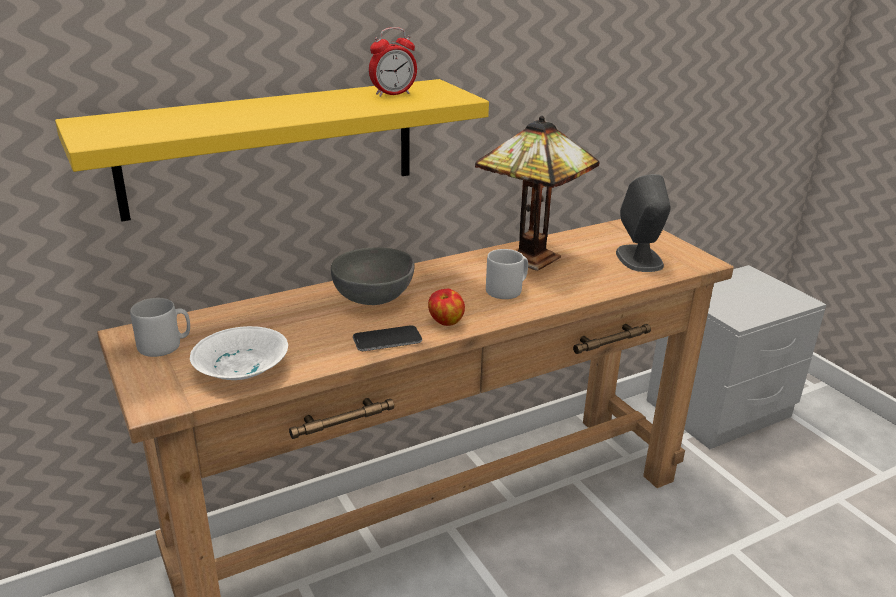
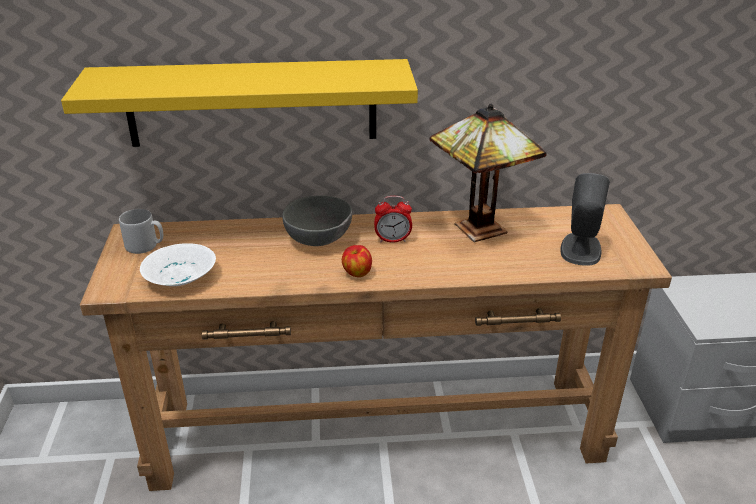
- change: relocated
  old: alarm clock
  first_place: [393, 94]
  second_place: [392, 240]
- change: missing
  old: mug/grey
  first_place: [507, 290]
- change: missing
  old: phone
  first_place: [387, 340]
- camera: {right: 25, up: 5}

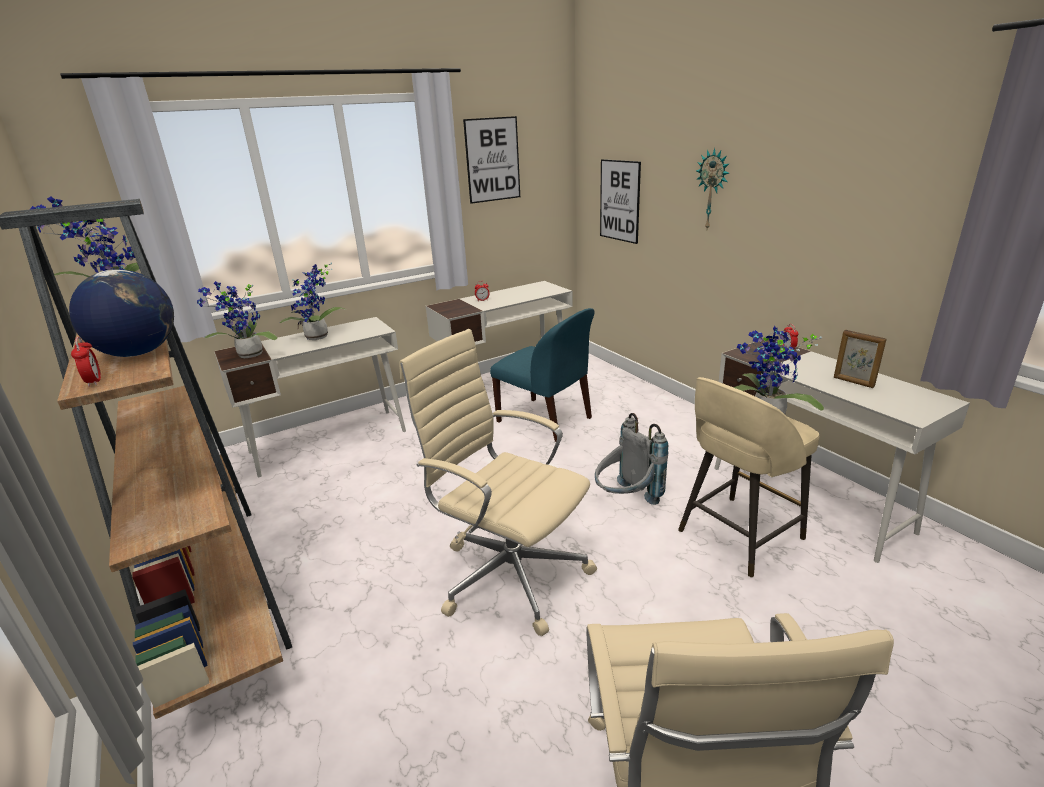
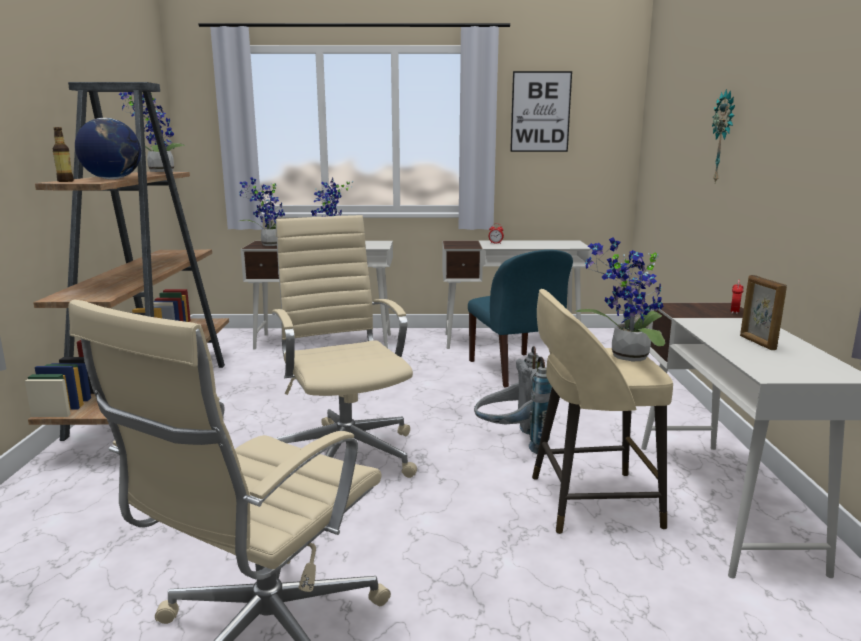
- change: missing
  old: picture
  first_place: [619, 201]
- change: exchanged
  old: alarm clock
  new: bottle
  first_place: [94, 381]
  second_place: [65, 181]
- camera: {right: 30, up: -10}

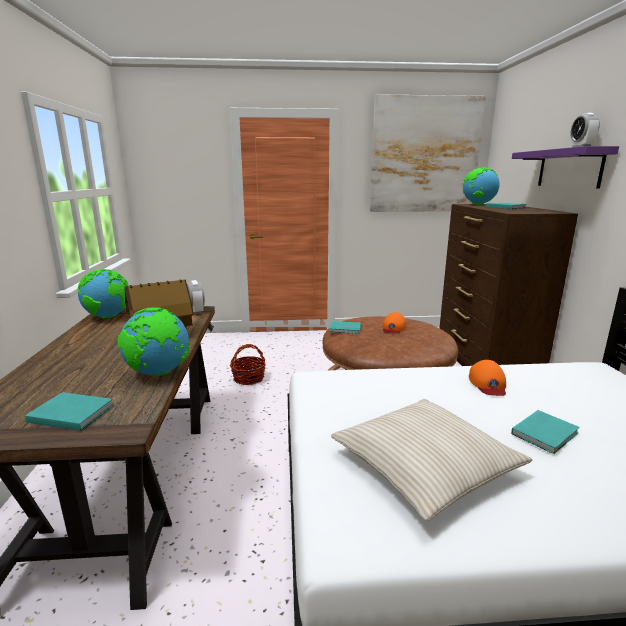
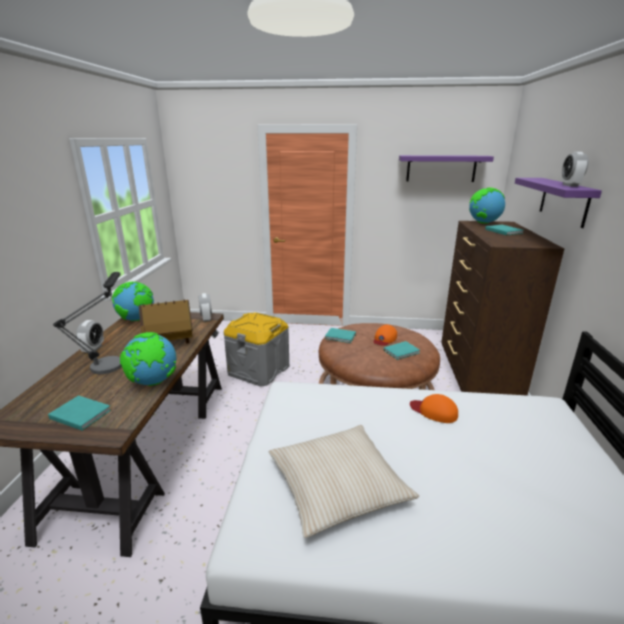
- change: exchanged
  old: picture
  new: shelf/purple
  first_place: [425, 155]
  second_place: [441, 168]
- change: exchanged
  old: basket
  new: storage box/grey
  first_place: [249, 378]
  second_place: [259, 370]
- change: spun
  old: cap/orange
  first_place: [488, 383]
  second_place: [434, 411]
  degrees: 105
- change: relocated
  old: book/turquoise
  first_place: [546, 433]
  second_place: [402, 351]
- change: appeared
  new: table lamp
  second_place: [111, 361]
- change: appeared
  new: alarm clock
  second_place: [93, 349]
- camera: {right: 10, up: 5}

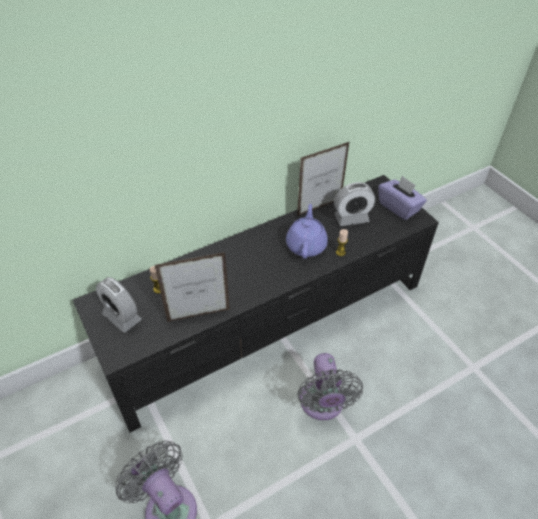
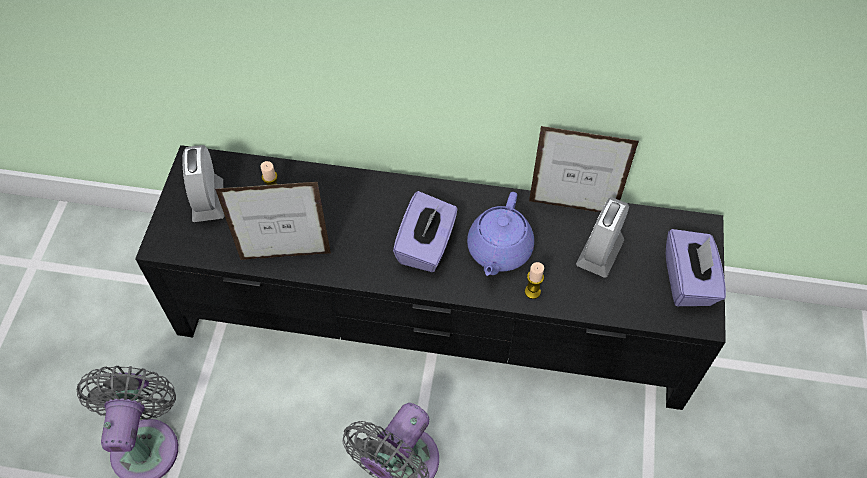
- change: spun
  old: alarm clock
  first_place: [351, 218]
  second_place: [600, 253]
  degrees: 90
- change: spun
  old: teapot/purple
  first_place: [306, 245]
  second_place: [499, 251]
  degrees: 150
- change: spun
  old: picture frame
  first_place: [199, 315]
  second_place: [285, 256]
  degrees: 150
- change: appeared
  new: tissue box/purple
  second_place: [426, 246]
- camera: {right: 40, up: 10}

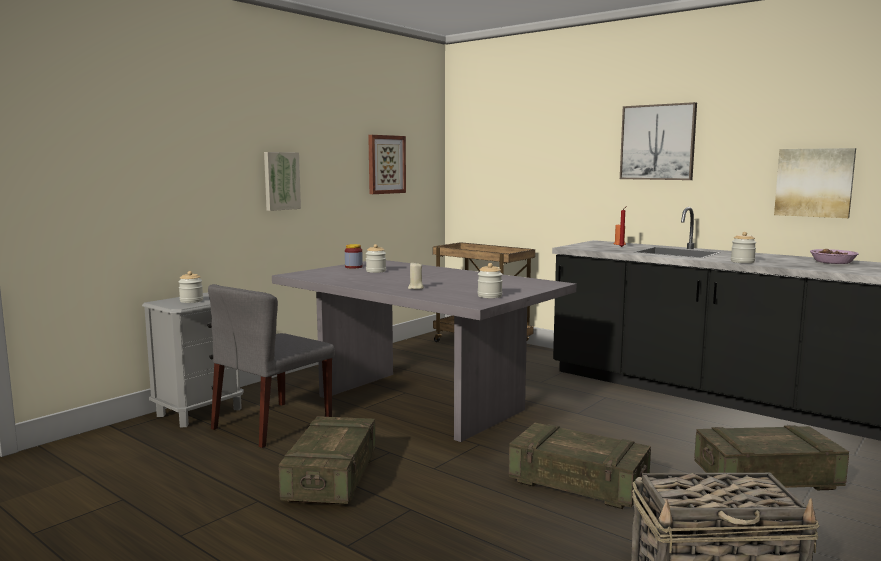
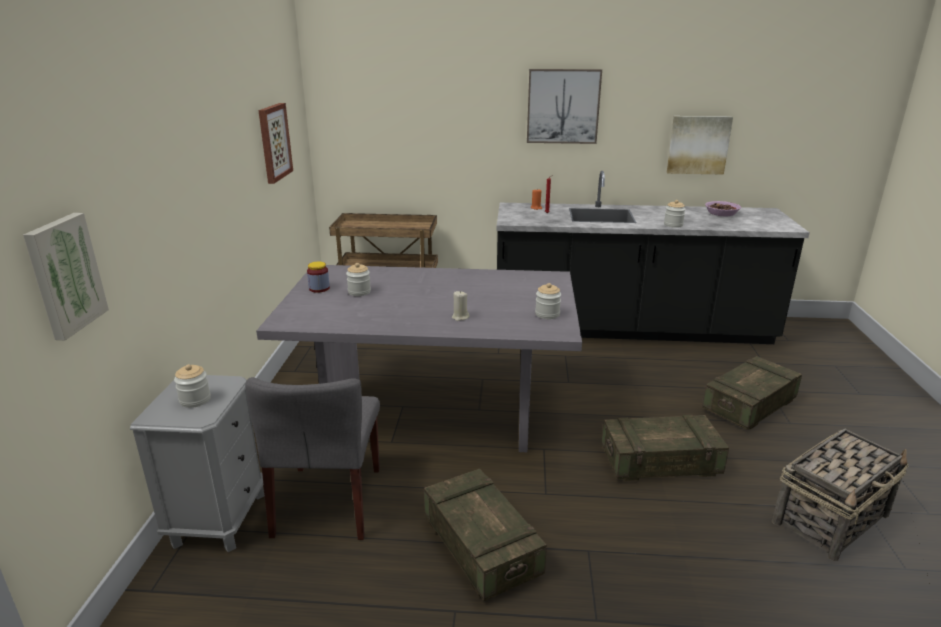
- change: relocated
  old: picture
  first_place: [281, 181]
  second_place: [64, 275]
- camera: {right: -35, up: 15}

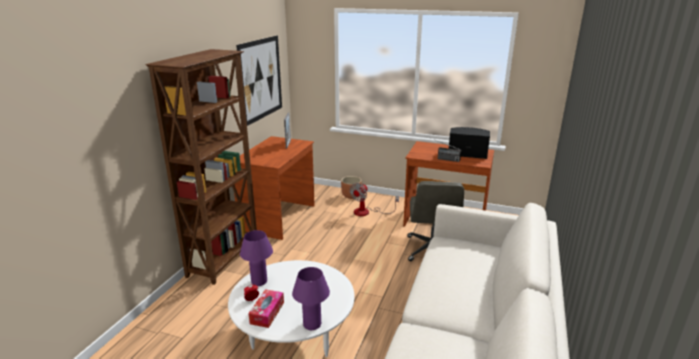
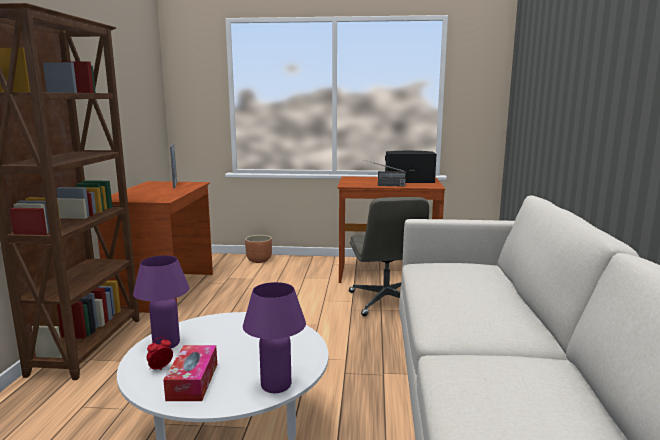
- change: missing
  old: picture
  first_place: [261, 79]
- change: missing
  old: fan
  first_place: [367, 212]
- camera: {right: -15, up: -10}

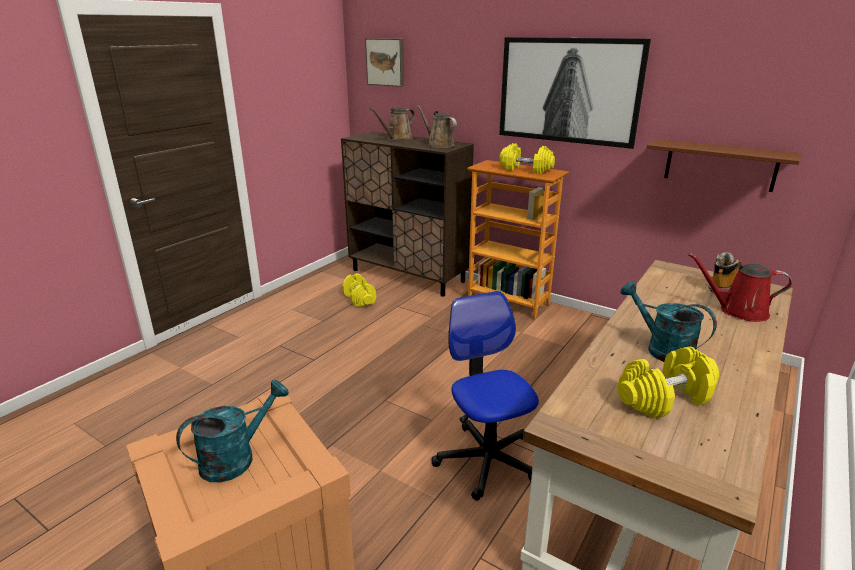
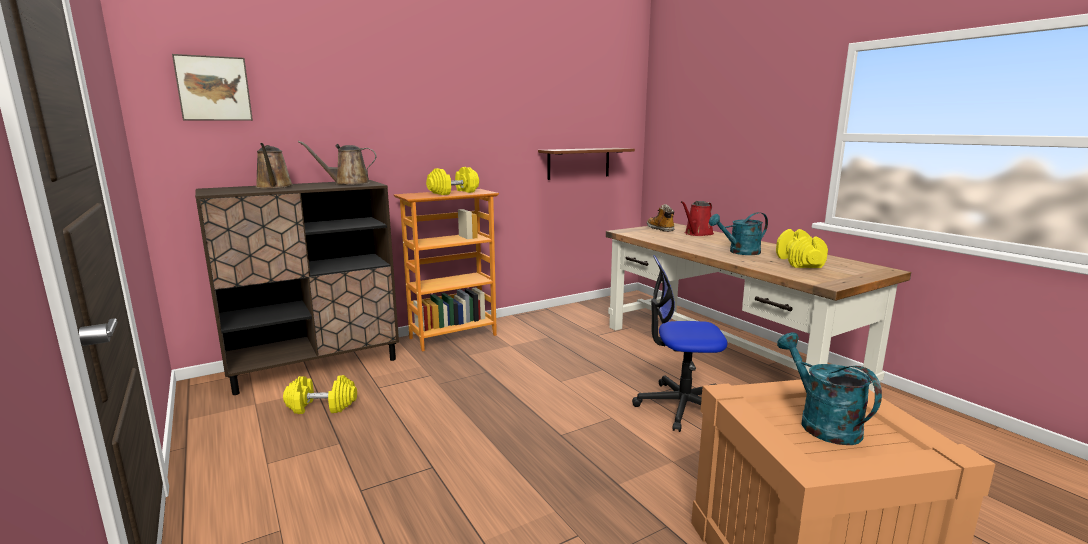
- change: missing
  old: picture
  first_place: [569, 91]
- camera: {right: -65, up: -10}

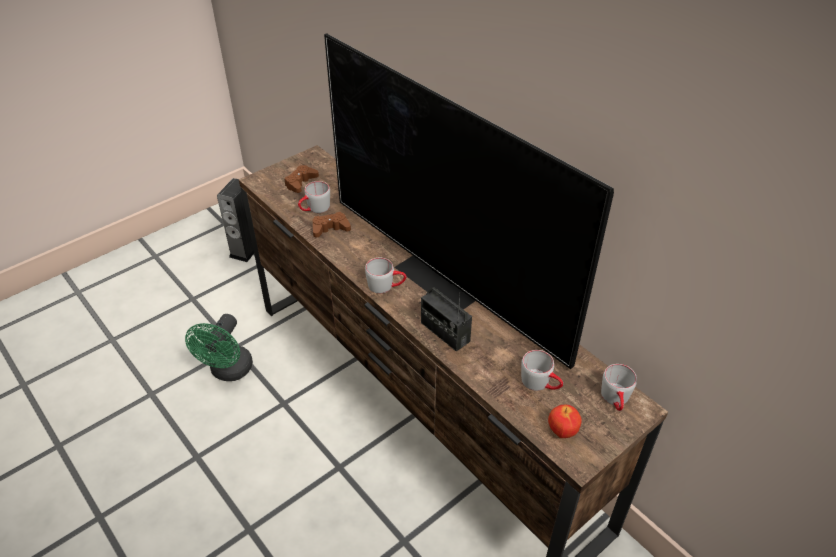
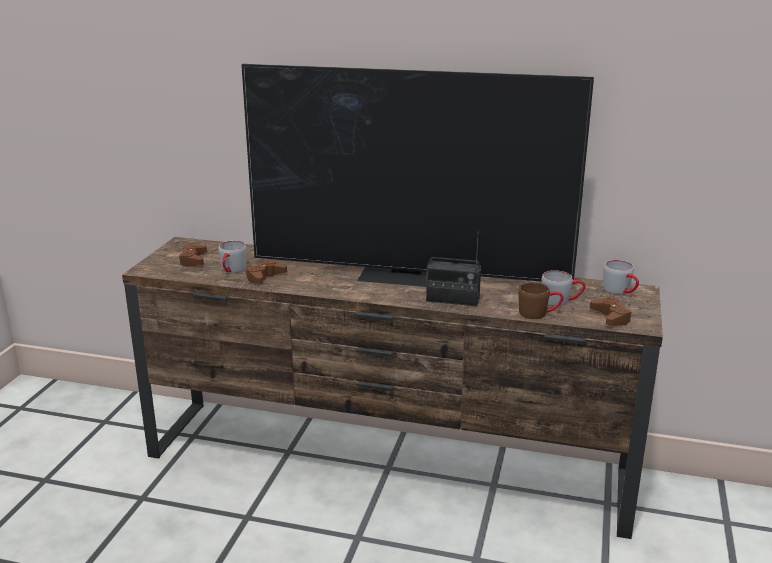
- change: missing
  old: speaker
  first_place: [245, 250]
- change: missing
  old: mug/grey
  first_place: [386, 286]
- change: missing
  old: fan/green
  first_place: [228, 372]
- change: exchanged
  old: apple
  new: game controller/brown
  first_place: [561, 431]
  second_place: [610, 317]
- change: appeared
  new: mug/brown
  second_place: [539, 313]
- camera: {right: -35, up: -20}

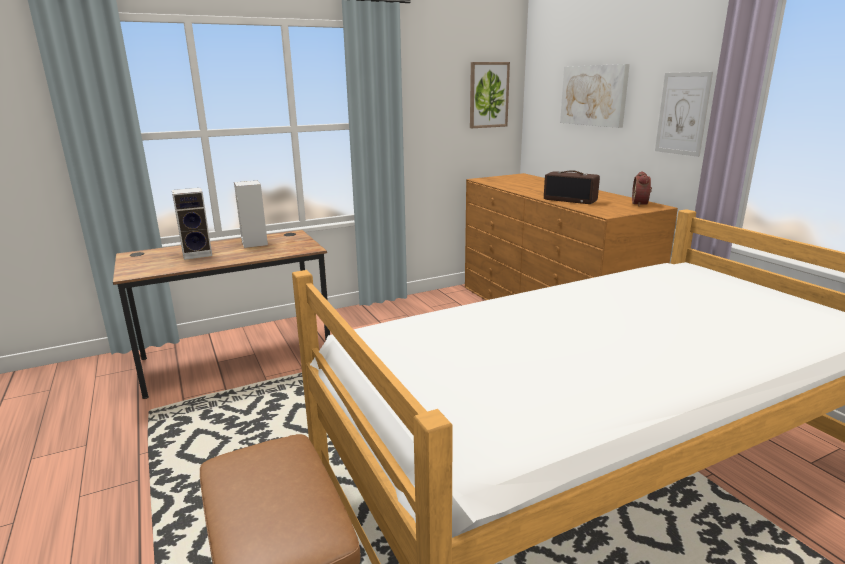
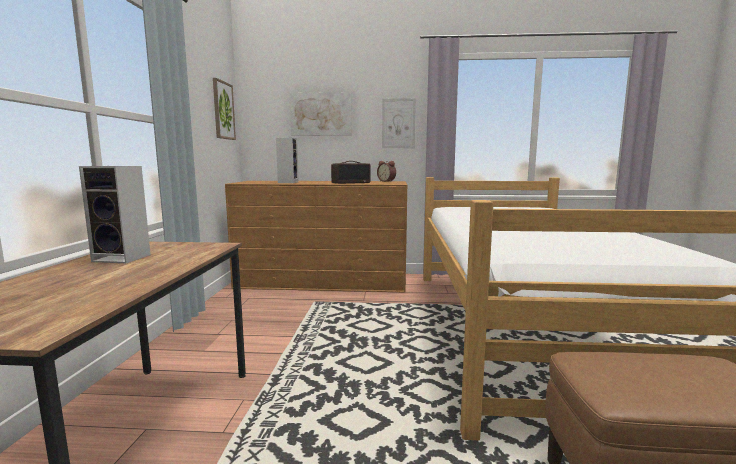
- change: relocated
  old: speaker
  first_place: [198, 254]
  second_place: [288, 182]
- camera: {right: -60, up: -10}

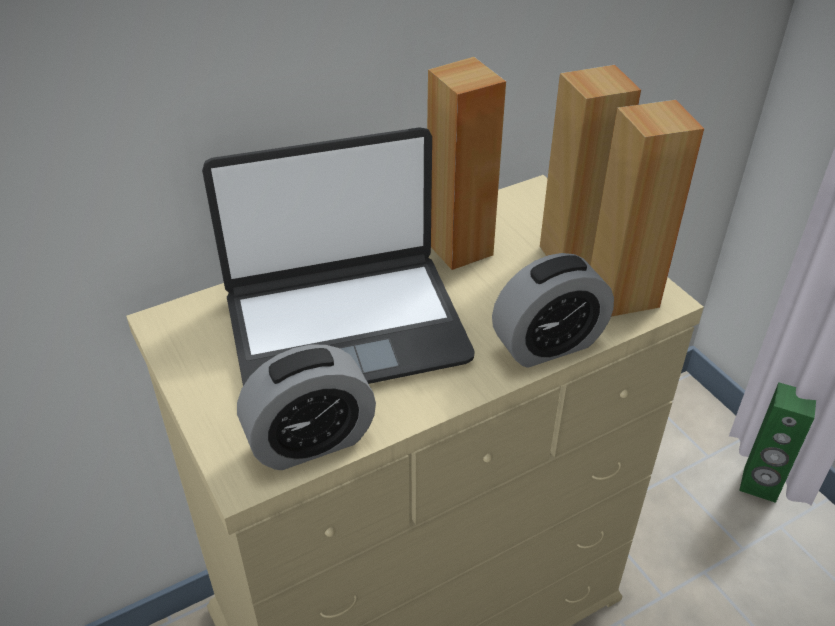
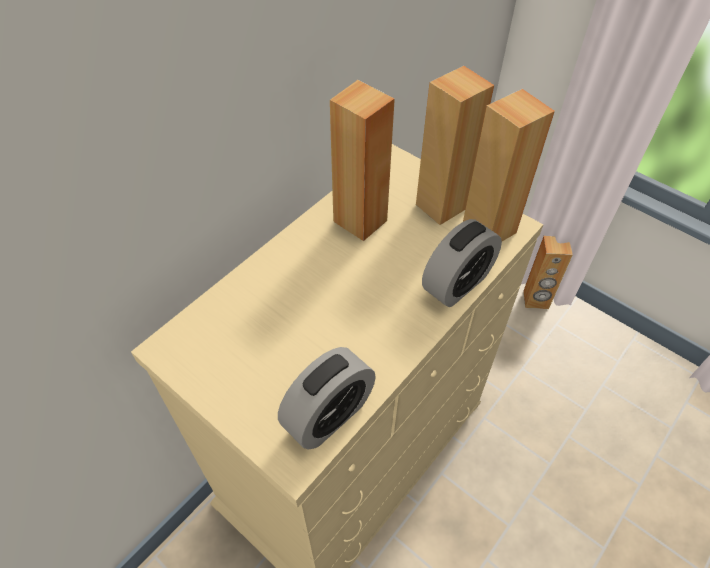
- change: missing
  old: laptop
  first_place: [345, 326]
- change: colour
  old: speaker/green
  new: speaker/brown
  first_place: [759, 485]
  second_place: [535, 300]
- camera: {right: -20, up: 10}

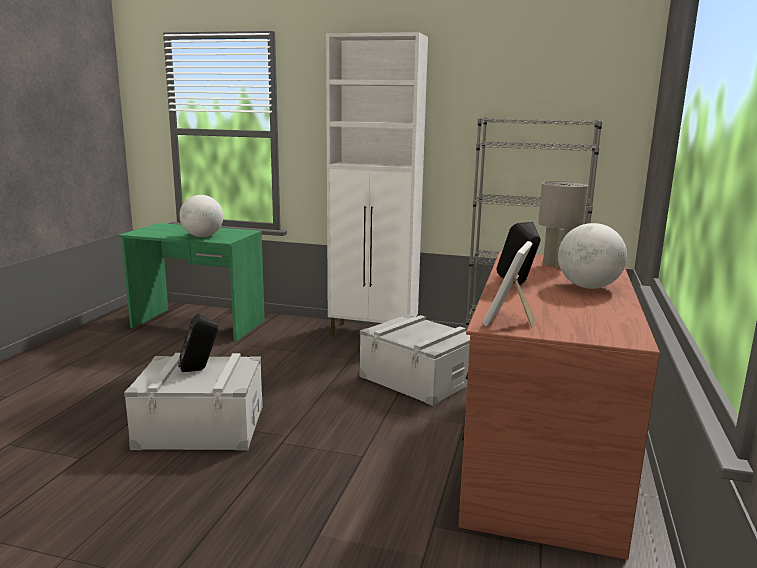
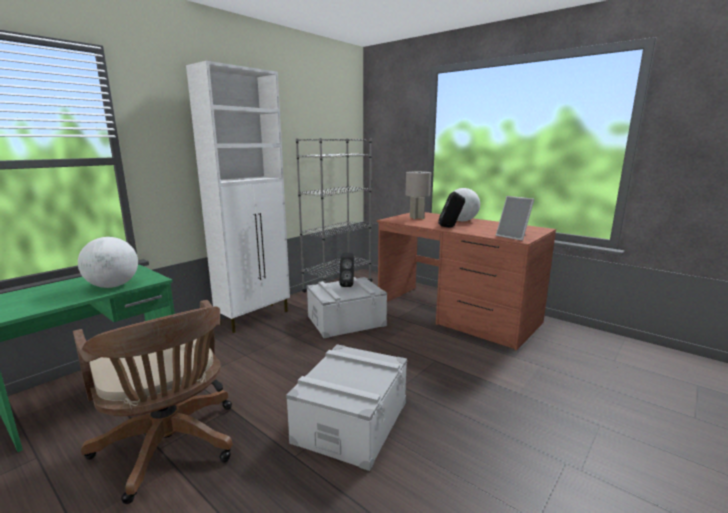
- change: relocated
  old: speaker/black
  first_place: [199, 370]
  second_place: [347, 285]
- change: appeared
  new: office chair/brown
  second_place: [171, 448]
- camera: {right: -65, up: 0}

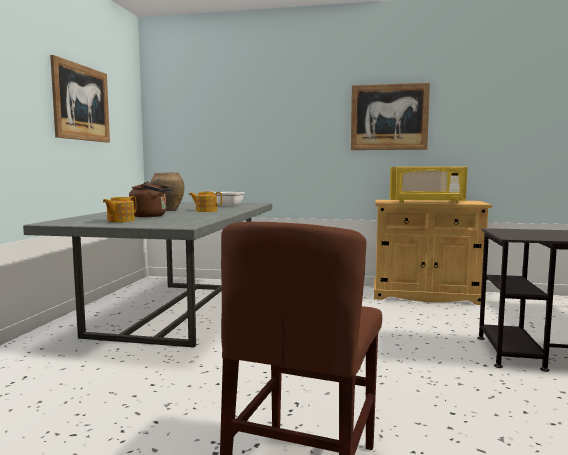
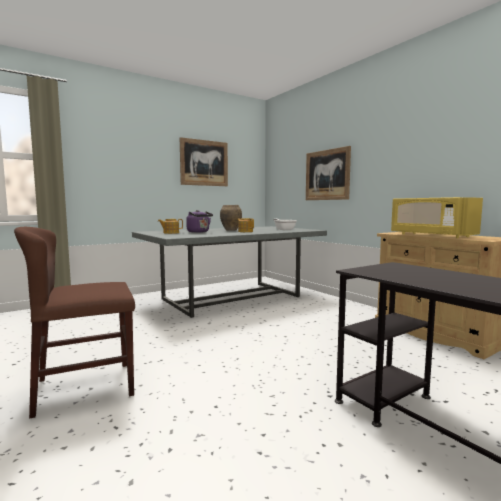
- change: relocated
  old: picture
  first_place: [389, 117]
  second_place: [327, 175]
- change: colour
  old: kettle/brown
  new: kettle/purple
  first_place: [151, 216]
  second_place: [199, 232]
- camera: {right: 45, up: 0}

